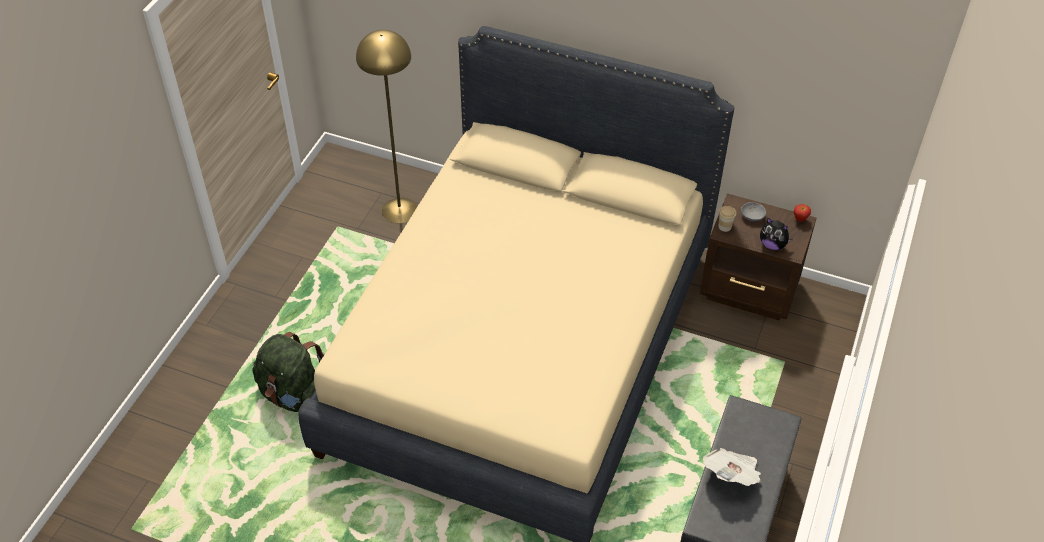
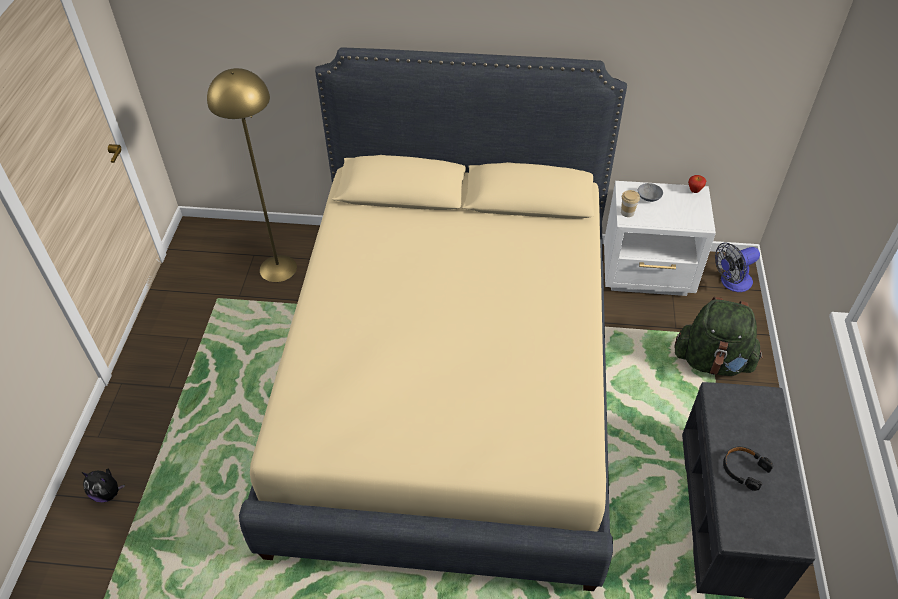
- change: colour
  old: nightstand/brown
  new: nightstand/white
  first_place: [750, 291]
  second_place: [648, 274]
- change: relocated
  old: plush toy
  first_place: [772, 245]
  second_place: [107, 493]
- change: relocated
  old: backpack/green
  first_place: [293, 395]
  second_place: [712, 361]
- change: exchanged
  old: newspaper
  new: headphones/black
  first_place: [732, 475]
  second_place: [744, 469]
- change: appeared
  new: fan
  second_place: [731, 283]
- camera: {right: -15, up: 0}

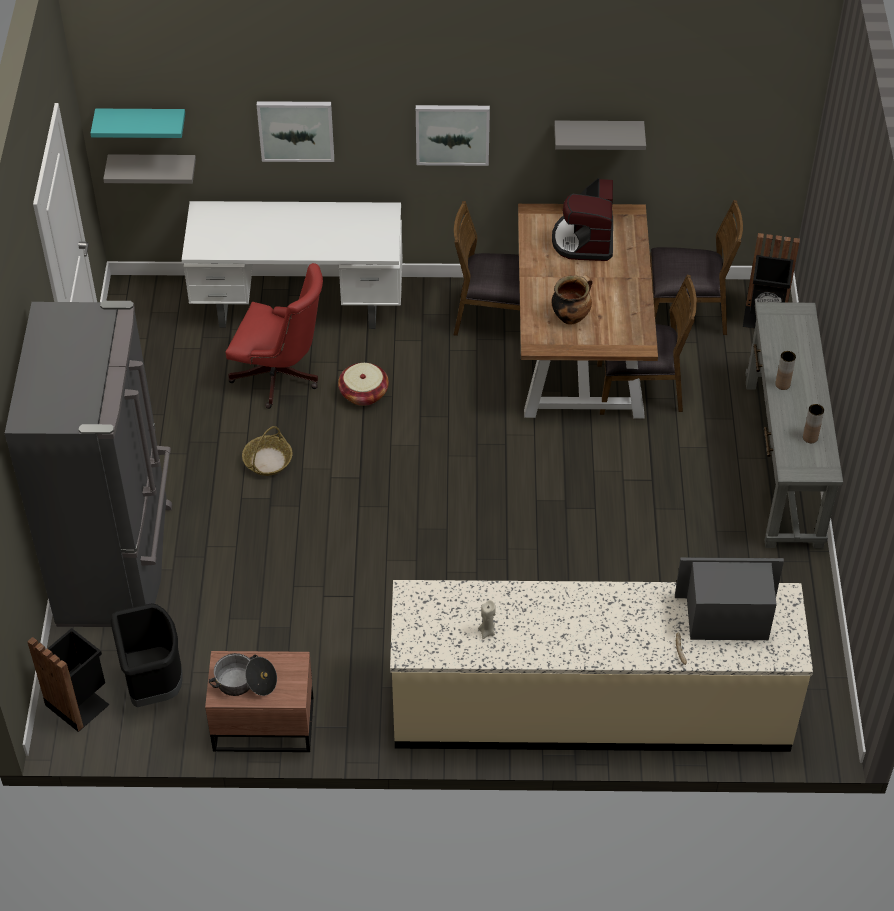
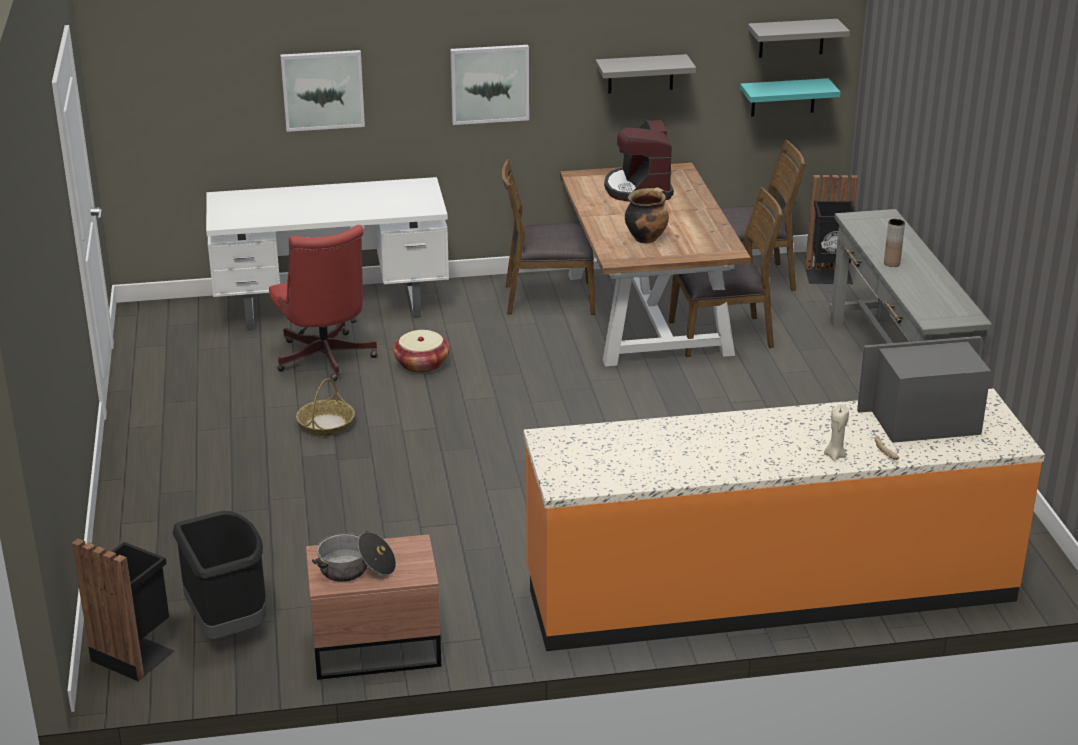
- change: relocated
  old: shelf/turquoise
  first_place: [142, 122]
  second_place: [783, 97]
- change: relocated
  old: shelf/grey
  first_place: [153, 167]
  second_place: [791, 38]
- change: spun
  old: office chair/red
  first_place: [281, 377]
  second_place: [325, 360]
  degrees: 60
- change: missing
  old: fridge/grey
  first_place: [119, 564]
- change: missing
  old: vase/brown
  first_place: [810, 437]
- change: colour
  old: counter/beige
  new: counter/orange
  first_place: [590, 707]
  second_place: [769, 588]
- change: relocated
  old: candle/beige
  first_place: [487, 631]
  second_place: [835, 455]
- camera: {right: -10, up: -20}

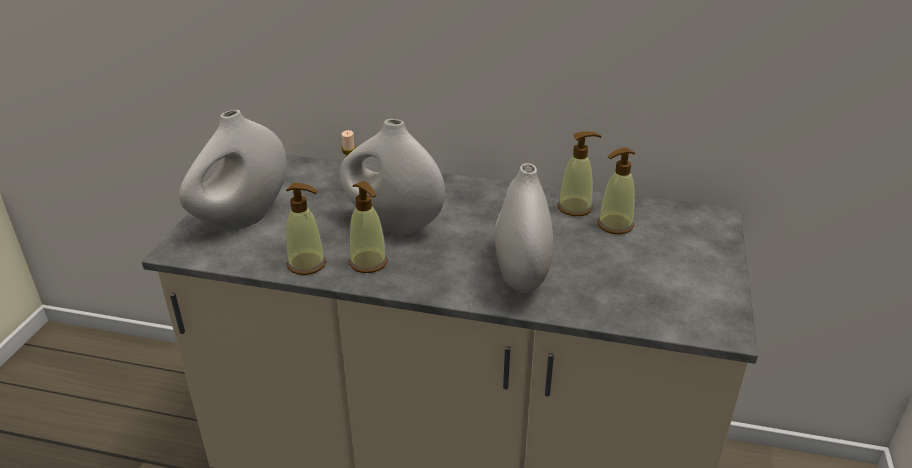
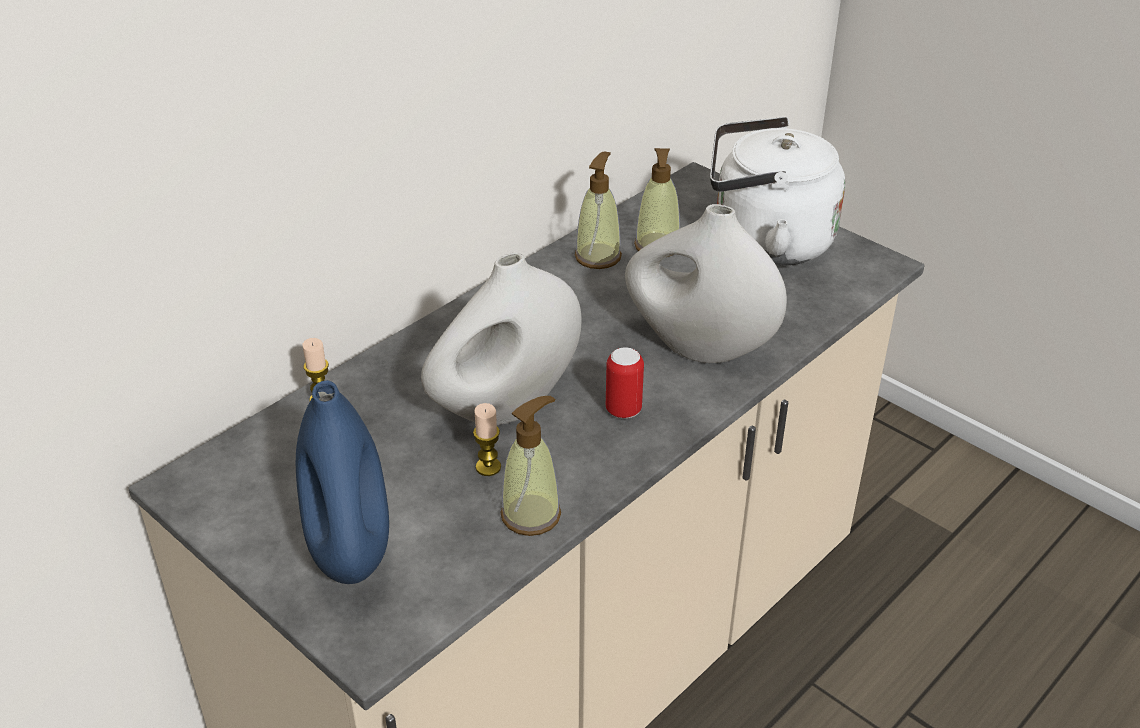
- change: colour
  old: vase/white
  new: vase/blue
  first_place: [242, 220]
  second_place: [351, 550]
- change: missing
  old: soap dispenser
  first_place: [368, 262]
- change: appeared
  new: kettle/white
  second_place: [764, 242]
- change: appeared
  new: can
  second_place: [623, 410]
- change: appeared
  new: candle
  second_place: [488, 467]
- camera: {right: -60, up: 5}

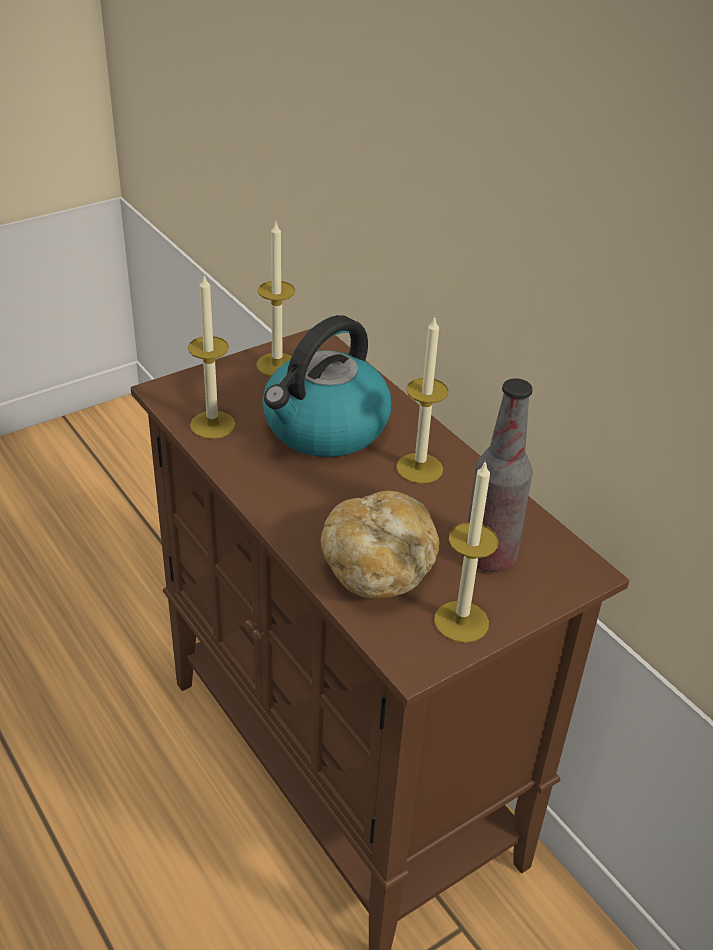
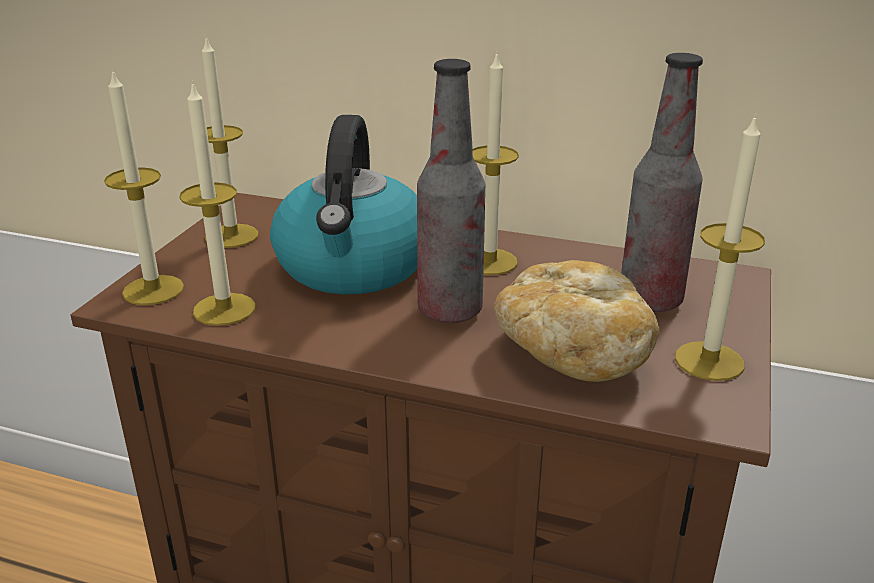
- change: appeared
  new: bottle
  second_place: [450, 311]
- change: appeared
  new: candle
  second_place: [153, 290]
- camera: {right: -35, up: -10}

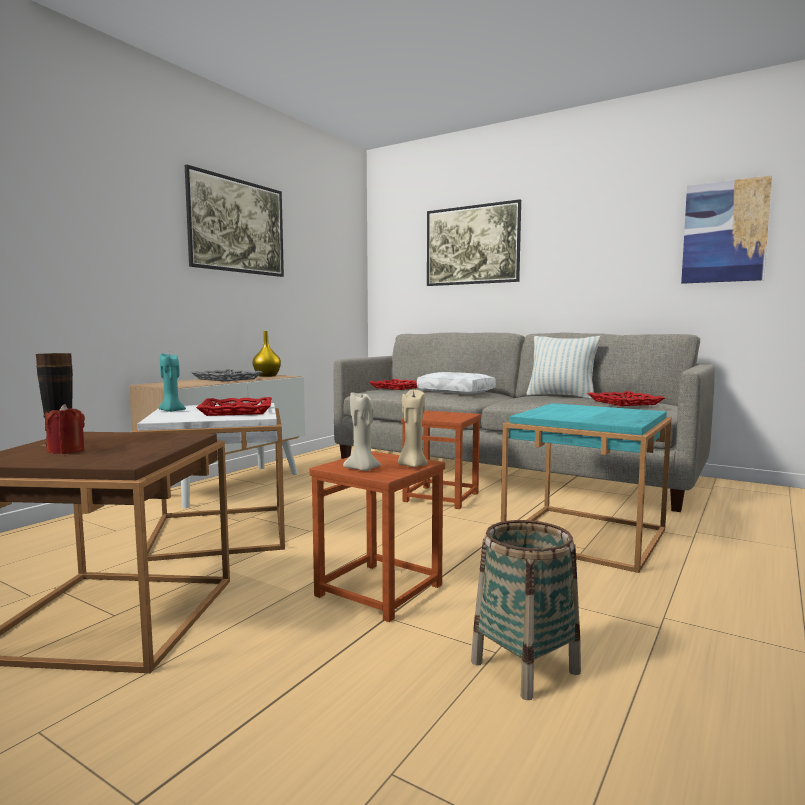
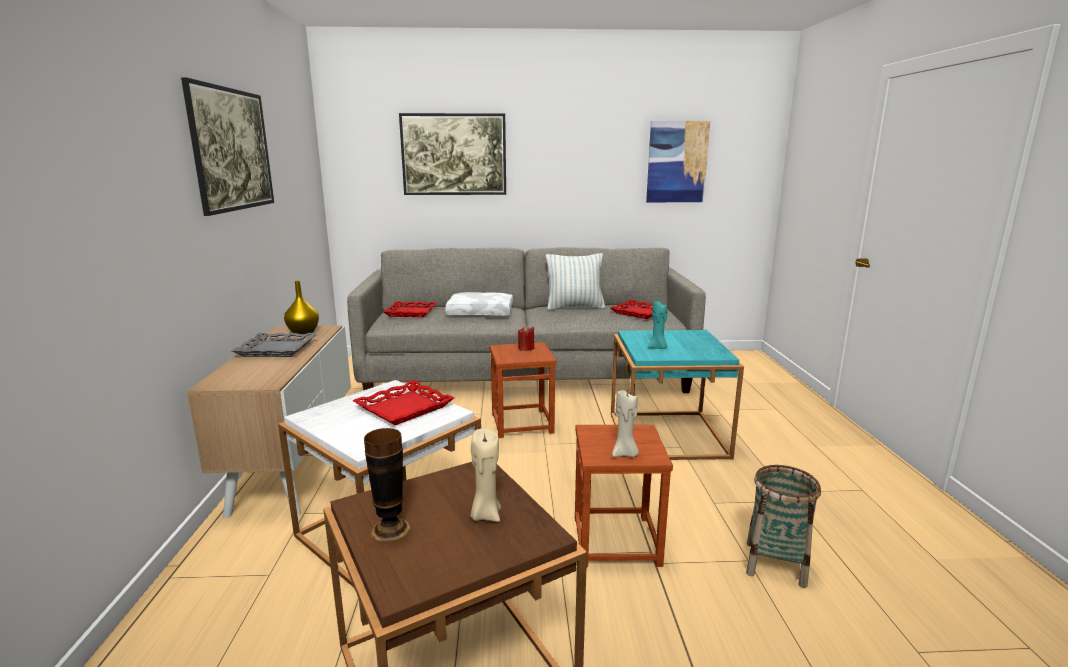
- change: relocated
  old: candle/turquoise
  first_place: [171, 411]
  second_place: [657, 348]
- change: relocated
  old: candle/beige
  first_place: [412, 465]
  second_place: [485, 515]
- change: relocated
  old: candle/red
  first_place: [66, 451]
  second_place: [526, 348]
- camera: {right: -35, up: 10}

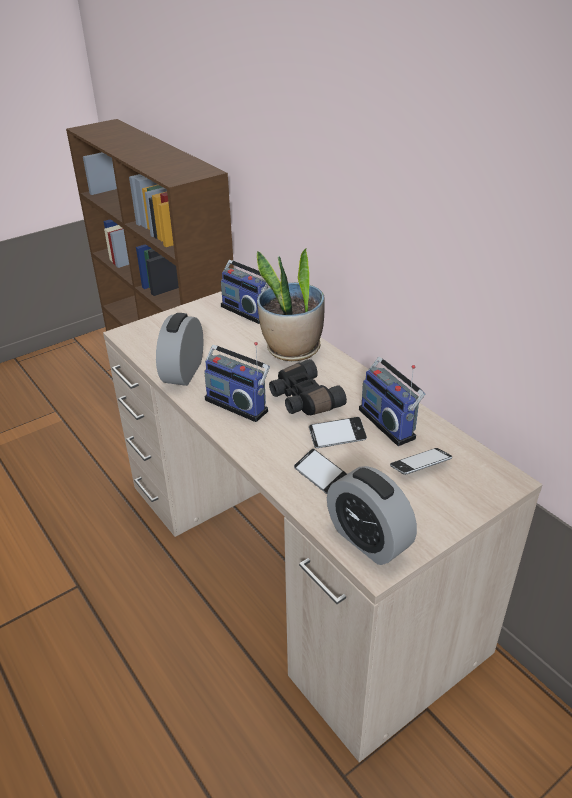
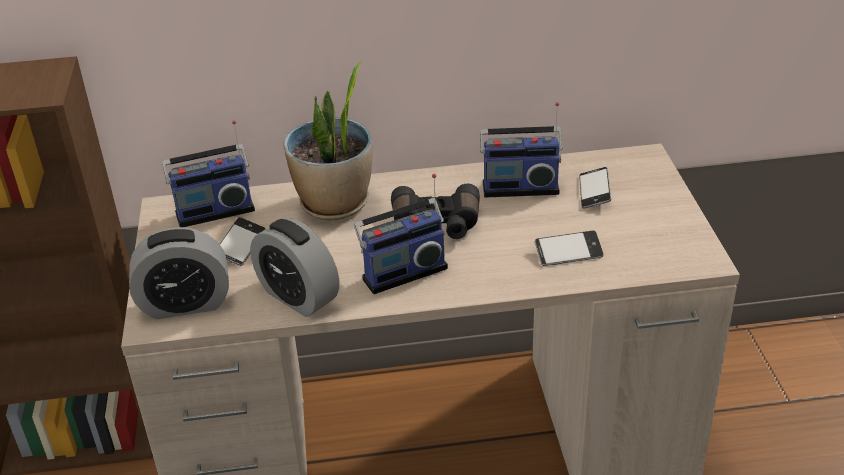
- change: relocated
  old: phone
  first_place: [337, 436]
  second_place: [241, 246]
- change: relocated
  old: alarm clock
  first_place: [368, 539]
  second_place: [185, 304]
- camera: {right: -60, up: 0}

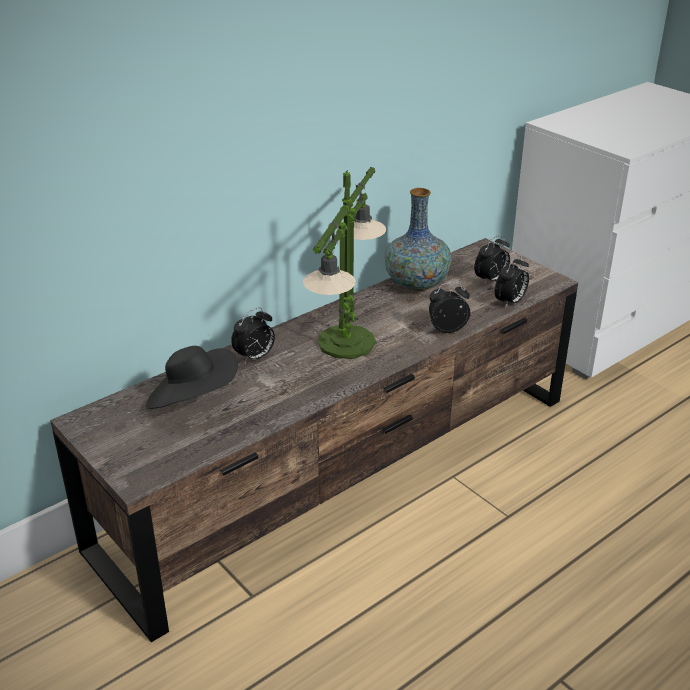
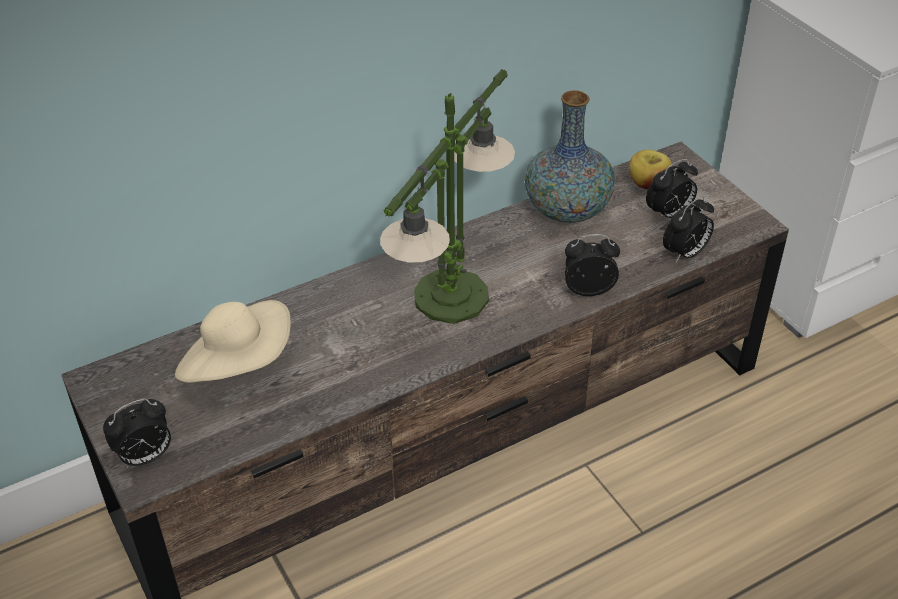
- change: relocated
  old: alarm clock
  first_place: [255, 357]
  second_place: [145, 457]
- change: colour
  old: hat/black
  new: hat/beige
  first_place: [194, 400]
  second_place: [238, 365]
- change: appeared
  new: apple
  second_place: [647, 184]
- camera: {right: 10, up: 10}

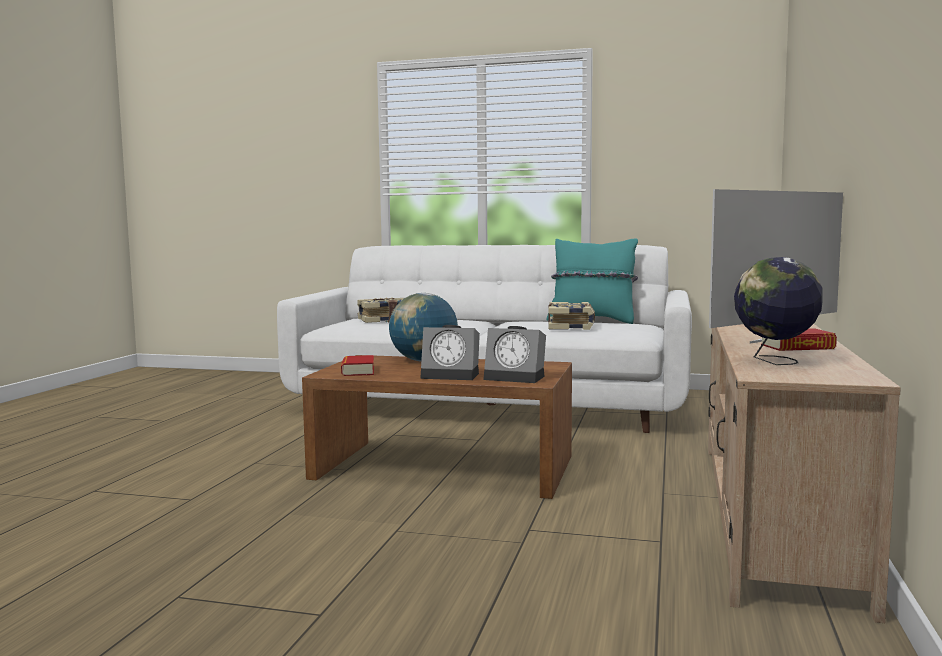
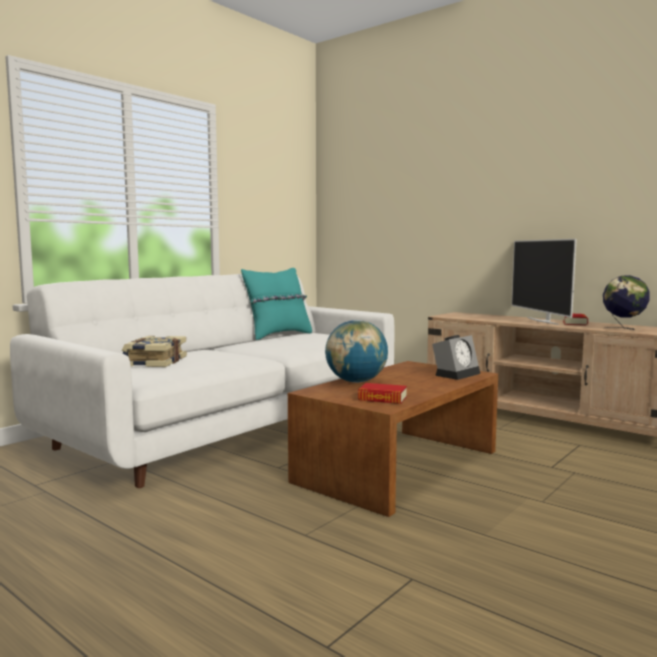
- change: missing
  old: book
  first_place: [571, 327]
- change: missing
  old: alarm clock
  first_place: [452, 375]
- camera: {right: -65, up: 0}

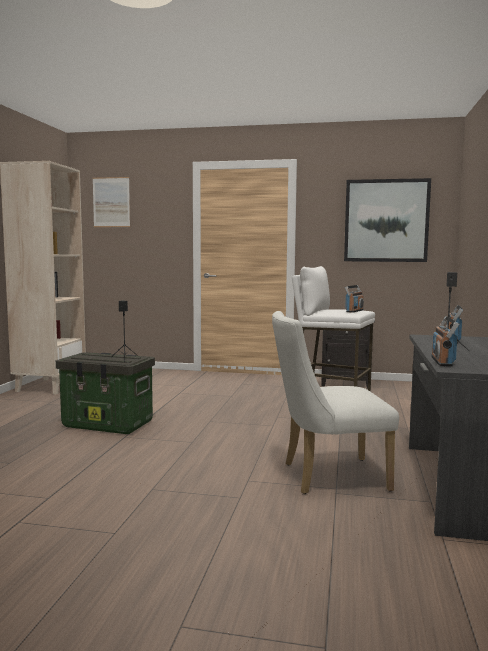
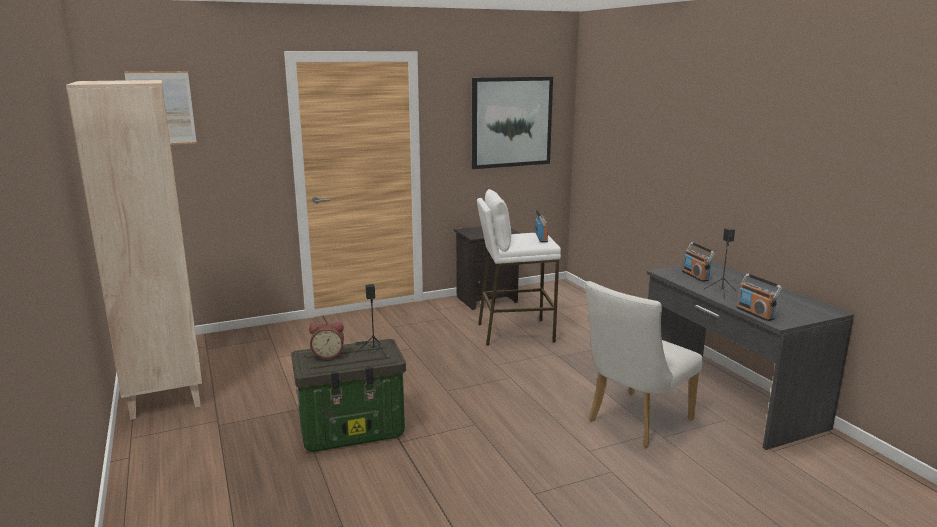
- change: appeared
  new: alarm clock
  second_place: [328, 355]
- camera: {right: -35, up: 10}

